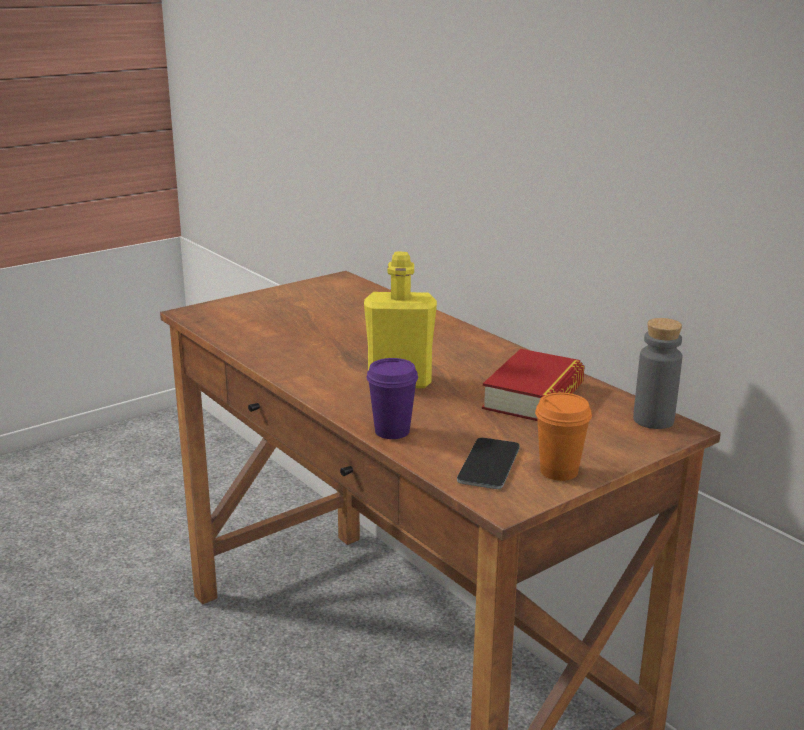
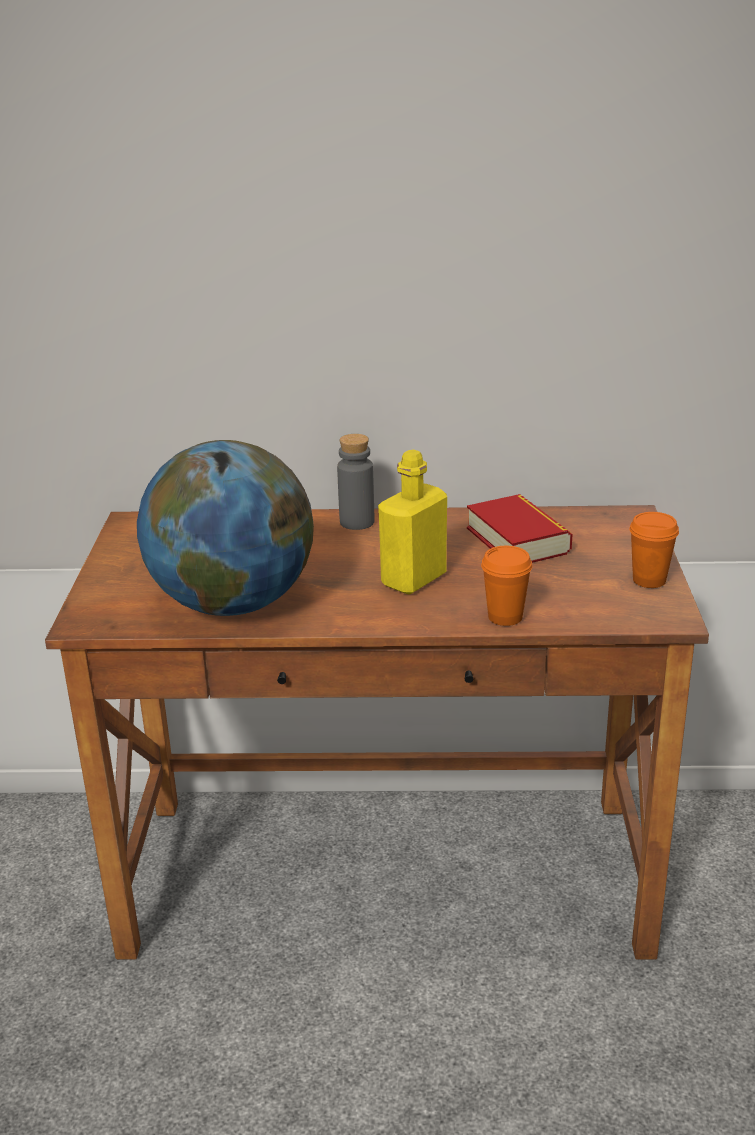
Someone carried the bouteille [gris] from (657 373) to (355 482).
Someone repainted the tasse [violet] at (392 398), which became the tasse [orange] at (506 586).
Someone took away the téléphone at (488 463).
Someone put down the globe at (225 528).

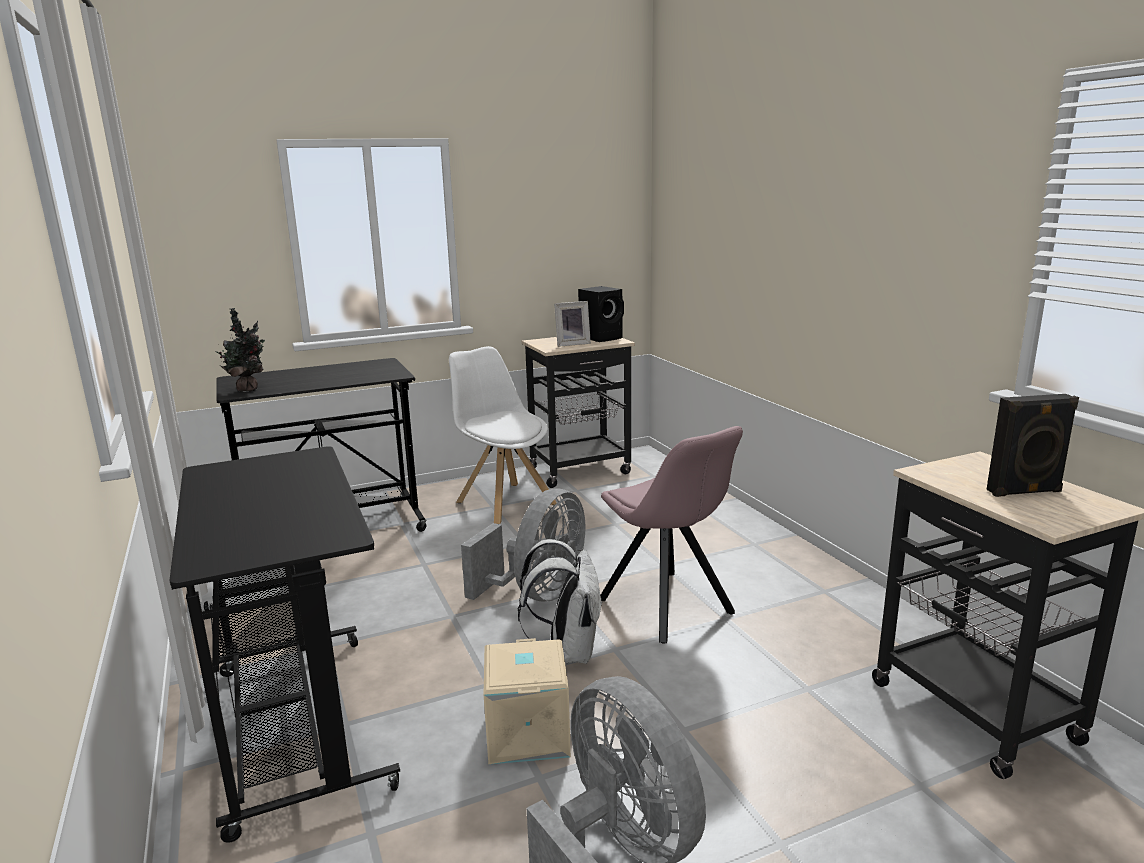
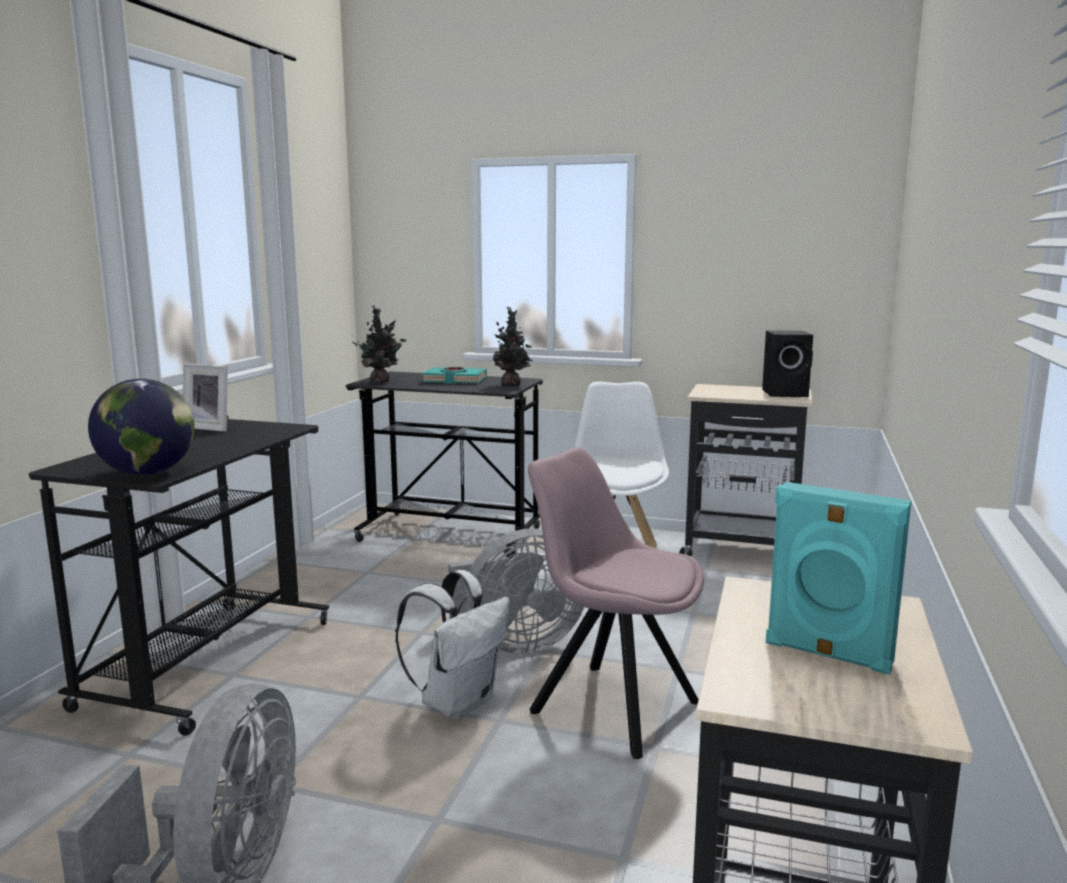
Someone carried the cadre photo from (572 324) to (206 398).
Someone repainted the enceinte [noir] at (1032 445), which became the enceinte [turquoise] at (838 578).
Someone rotated the chaise [rose] at (671 535) by 120 degrees clockwise.
Someone took away the boîte de rangement [beige] at (527 701).
Someone put down the plante en pot at (513 346).
Someone put down the livre [turquoise] at (454 375).
Someone put down the globe at (141 427).

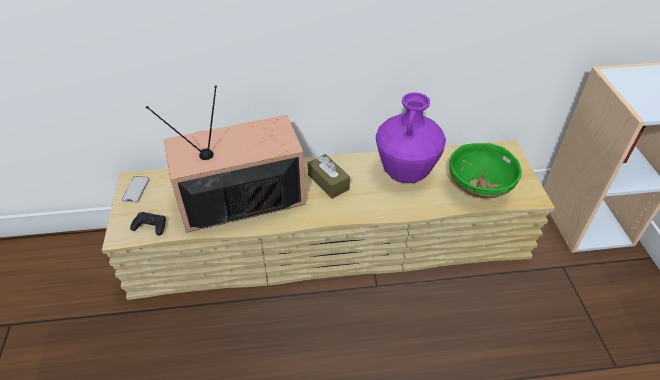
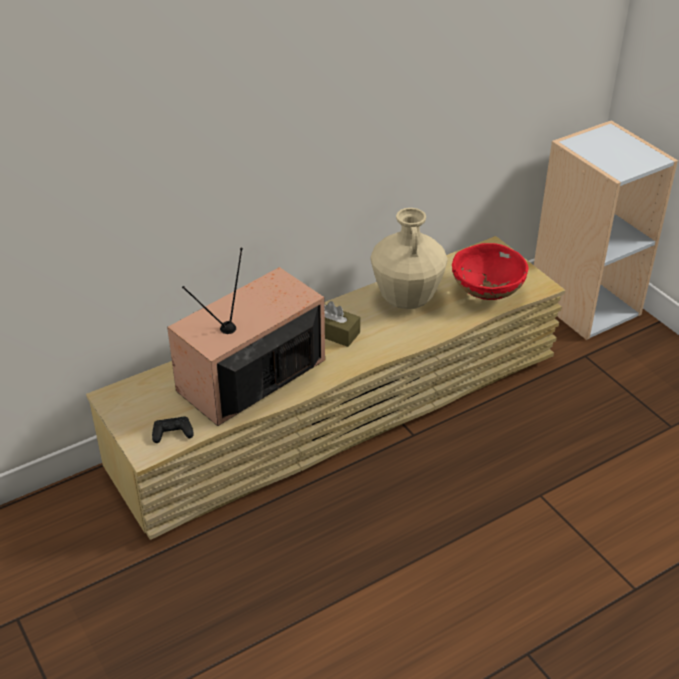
Someone repainted the vase [violet] at (411 137), which became the vase [beige] at (409 258).
Someone repainted the bol [vert] at (485 170), which became the bol [rouge] at (490 271).
Someone took away the téléphone at (135 189).

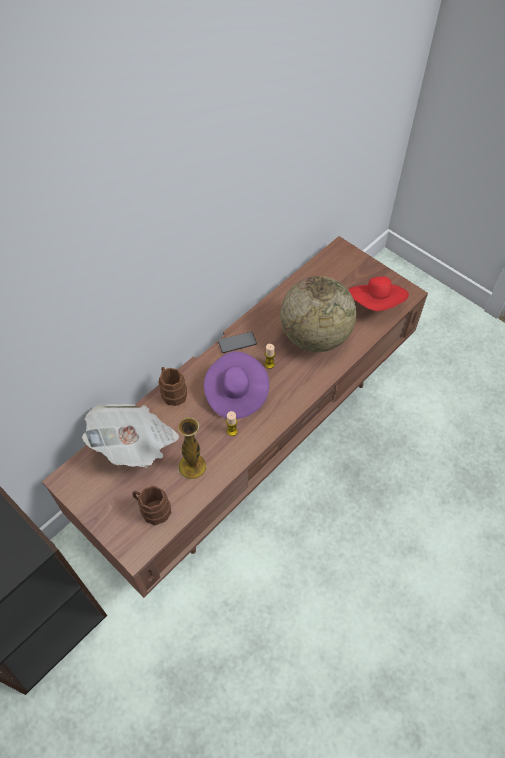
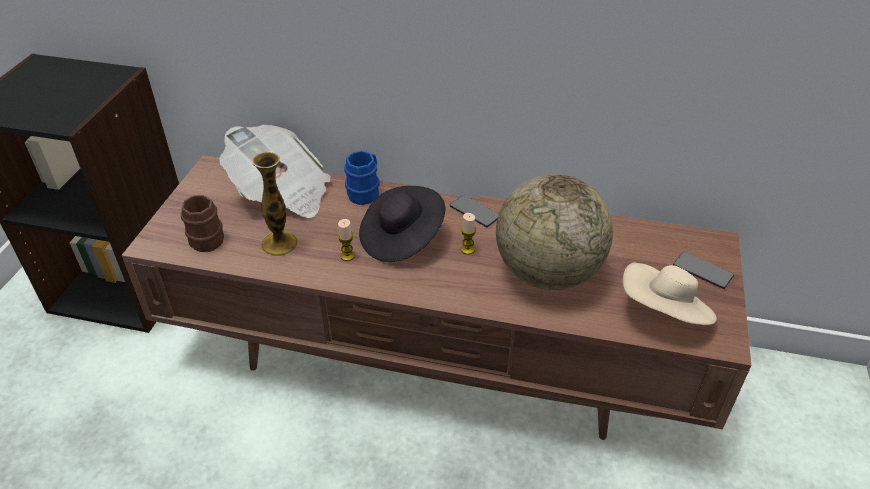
Someone repainted the chapeau [rouge] at (379 293), which became the chapeau [beige] at (670 294).
Someone repainted the chapeau [violet] at (236 385), which became the chapeau [noir] at (402 224).
Someone repainted the mug [marron] at (172 386), which became the mug [bleu] at (362 178).
Someone put down the téléphone at (703 270).

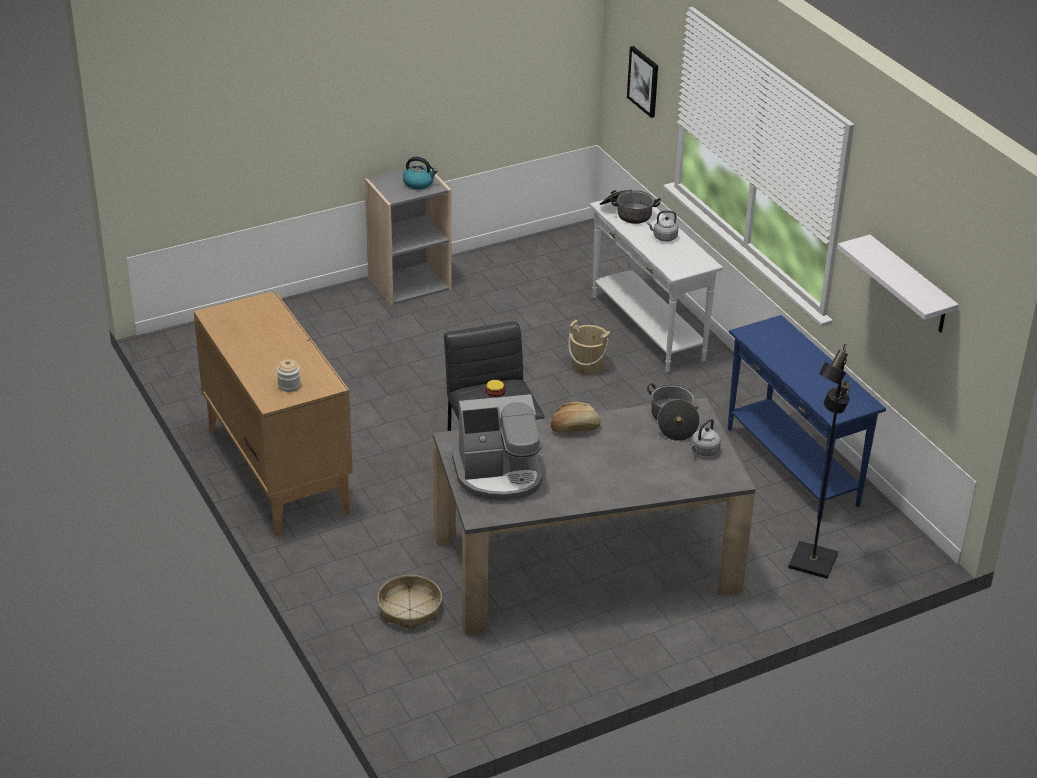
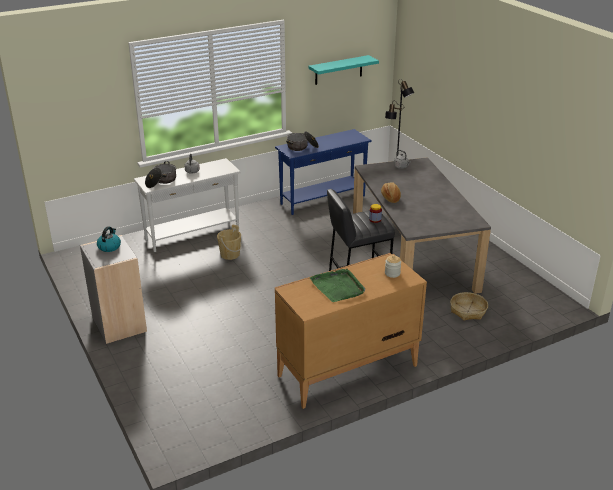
Someone took away the tableau at (642 82).
Someone repainted the étagère [blanc] at (898 284), which became the étagère [turquoise] at (344 70).
Someone carried the marmite from (673 412) to (302 141).
Someone took away the machine à café at (497 447).
Someone put down the plateau [vert] at (337 285).

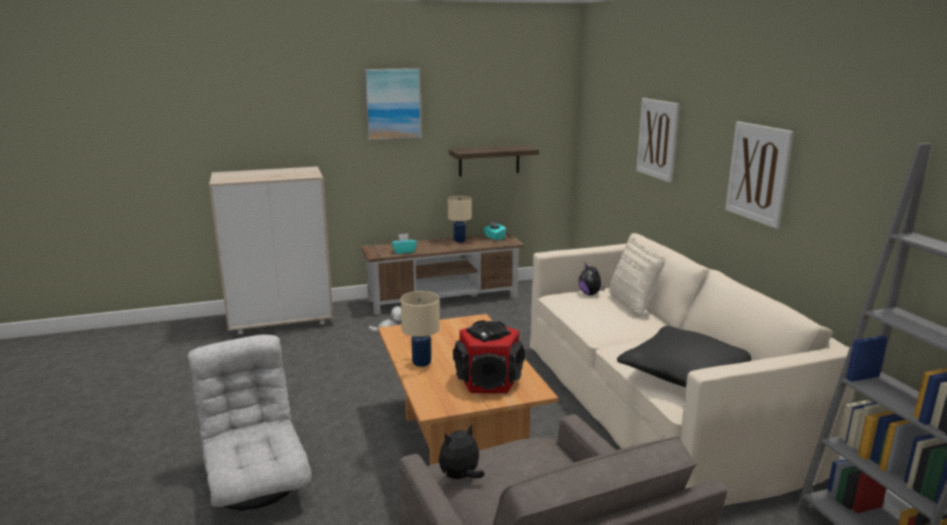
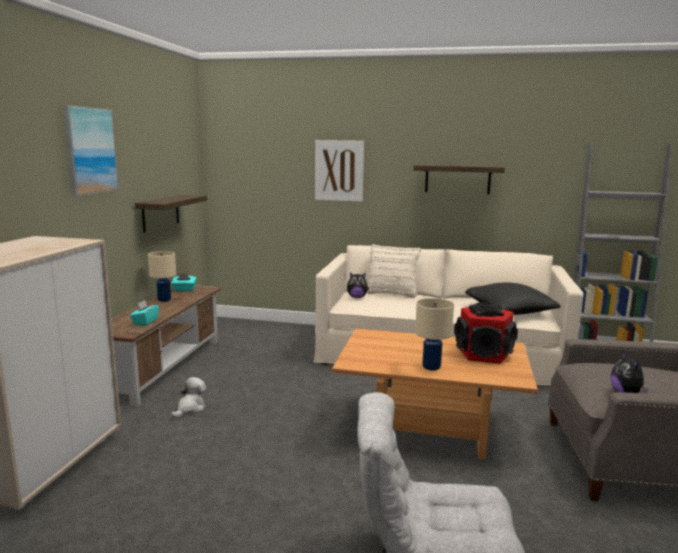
Someone swapped the tableau at (759 175) for the étagère at (459 179).

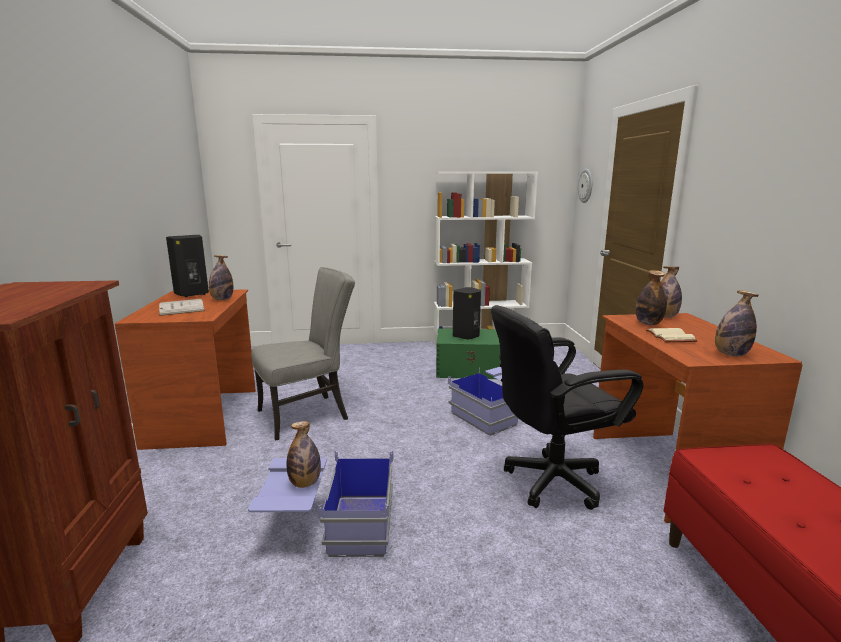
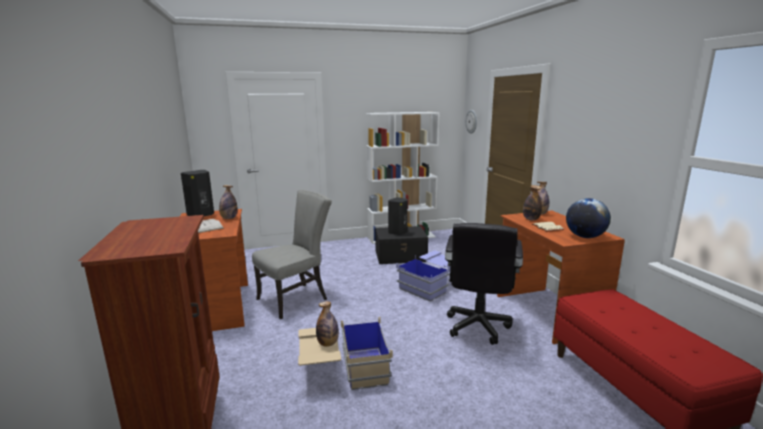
Someone swapped the bouteille at (736 323) for the globe at (588 218).
Someone rotated the chaise de bureau [noir] at (567 407) by 45 degrees counterclockwise.
Someone repainted the boîte de rangement [vert] at (468 353), which became the boîte de rangement [noir] at (401 245).
Someone repainted the boîte de rangement [bleu] at (320 504), which became the boîte de rangement [beige] at (345 353).

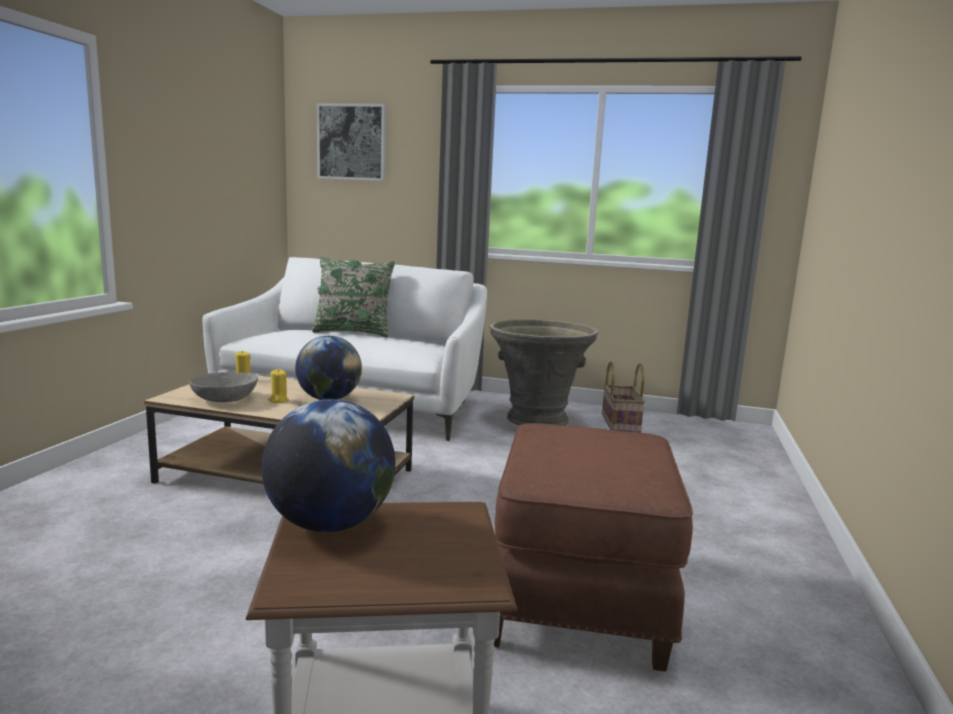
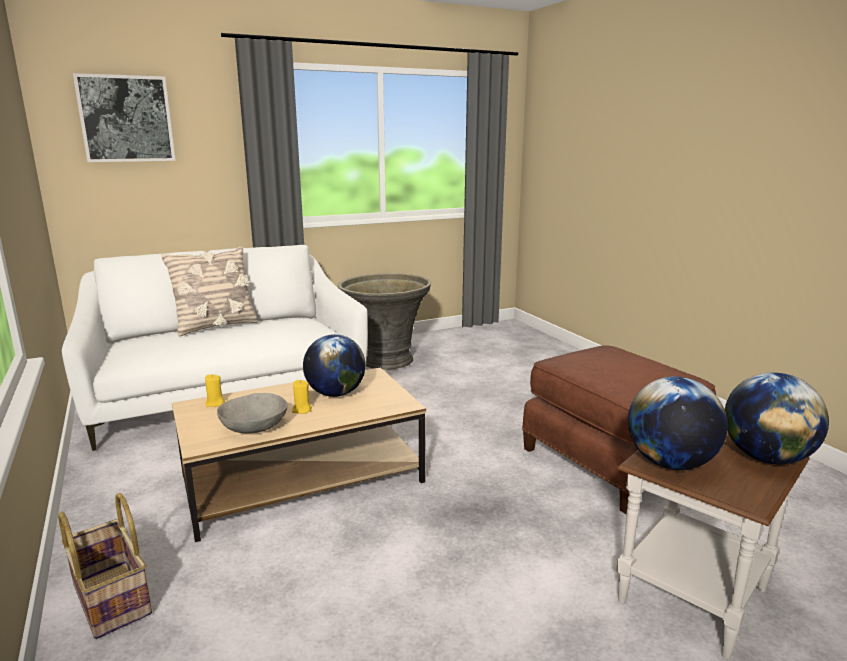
Someone repainted the coussin [vert] at (353 297), which became the coussin [beige] at (210 291).
Someone carried the panier from (623 397) to (105 566).
Someone put down the globe at (777 418).

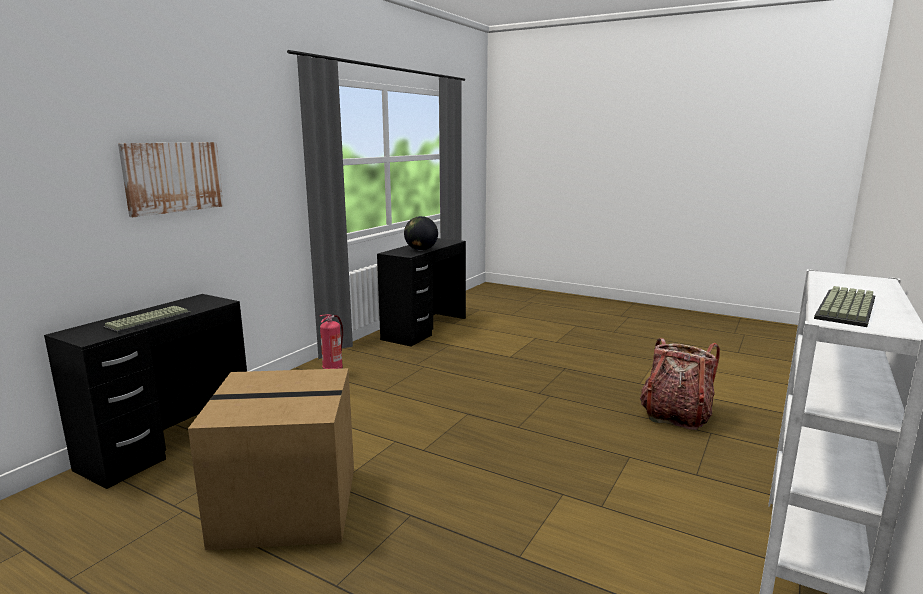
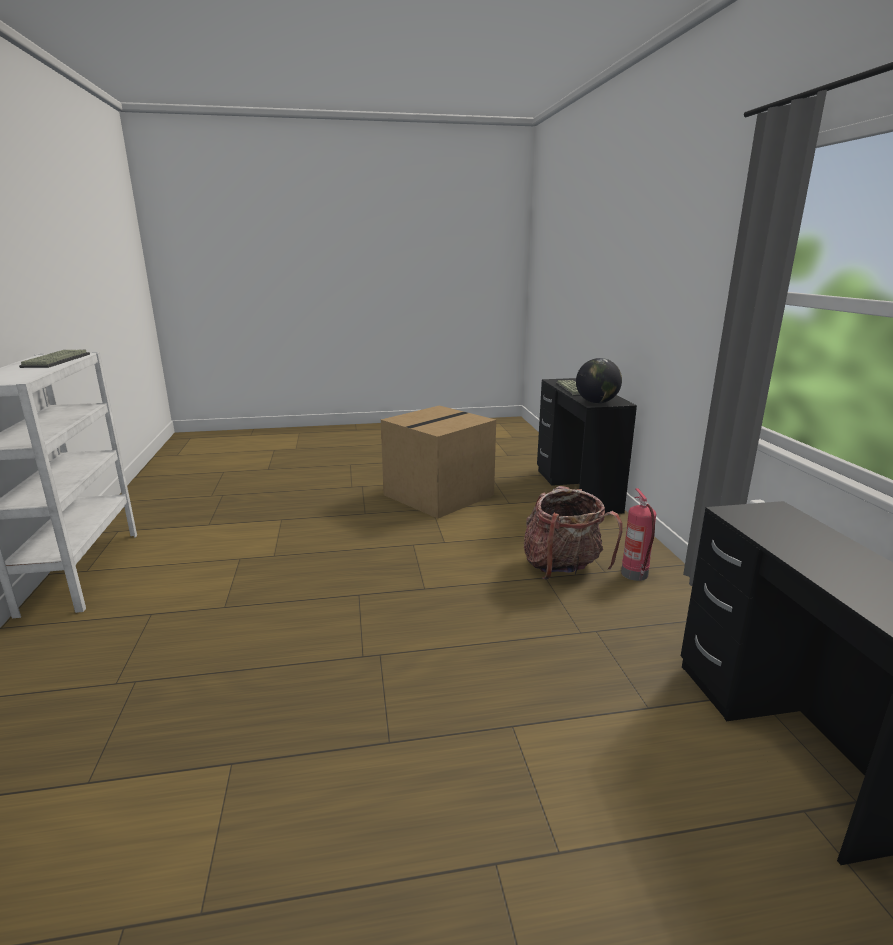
Someone took away the tableau at (171 179).
Someone carried the globe from (421 233) to (599 380).
Someone carried the sac à dos from (680 384) to (573 532).

